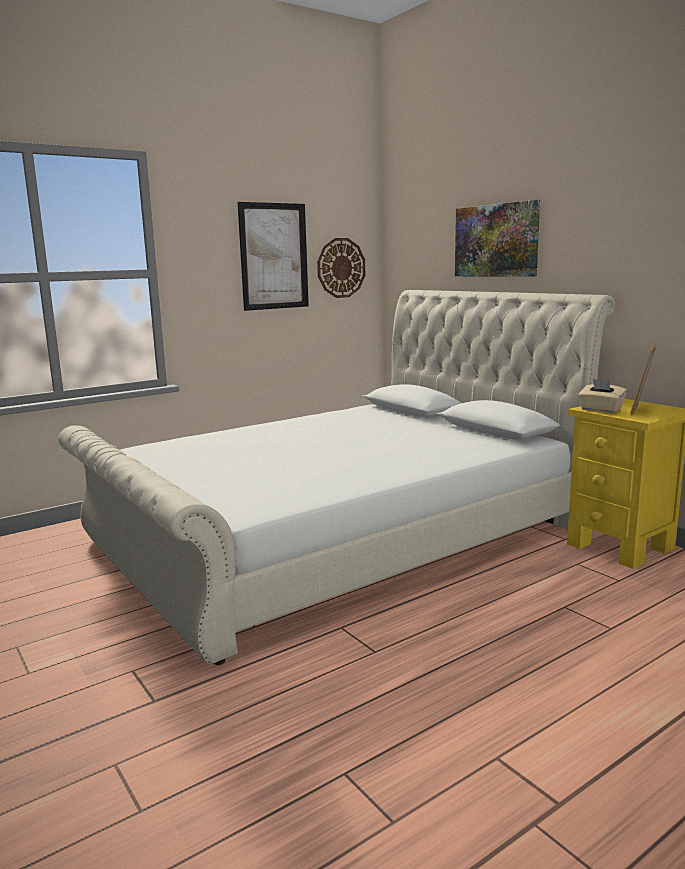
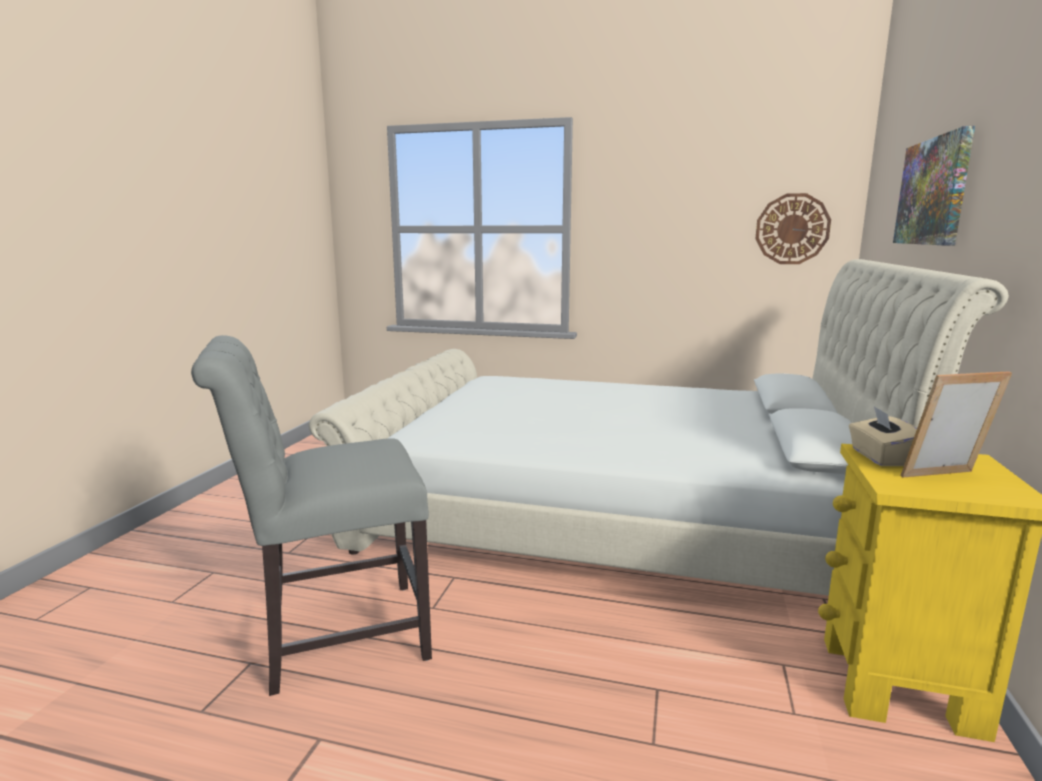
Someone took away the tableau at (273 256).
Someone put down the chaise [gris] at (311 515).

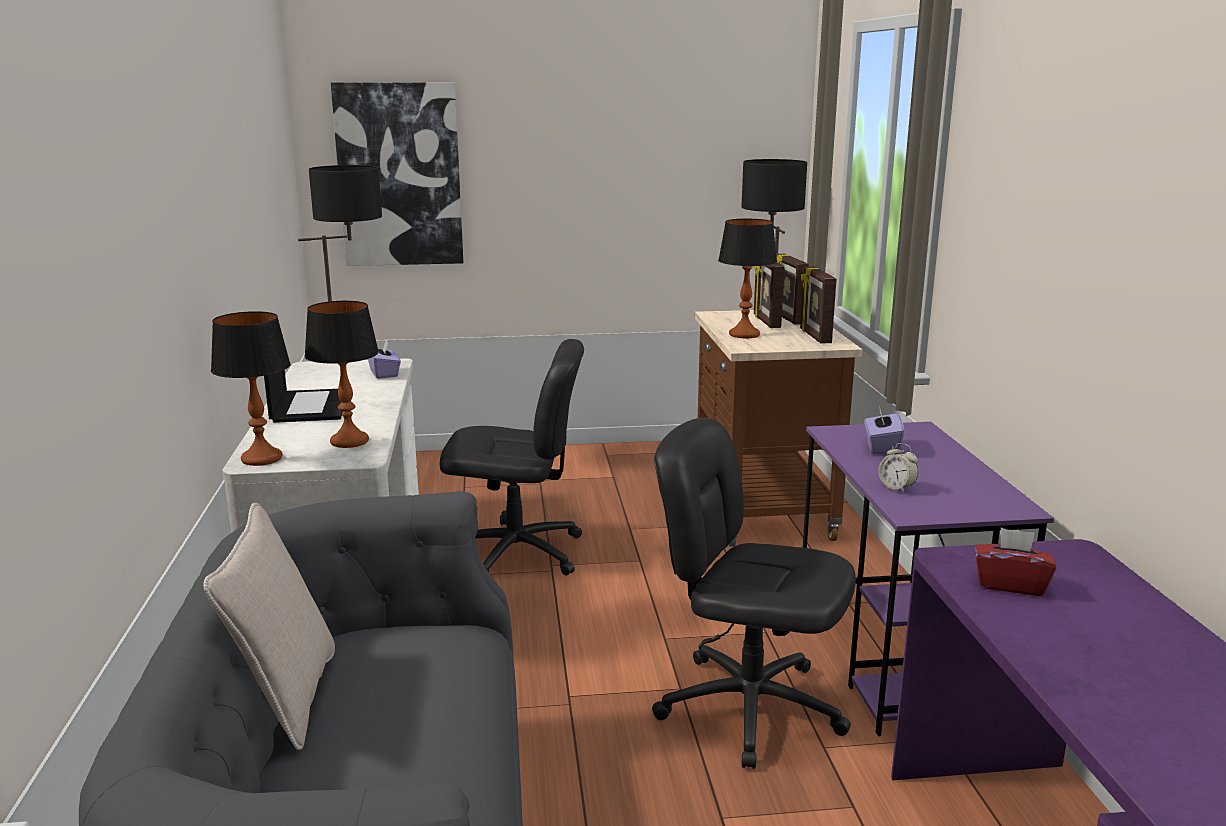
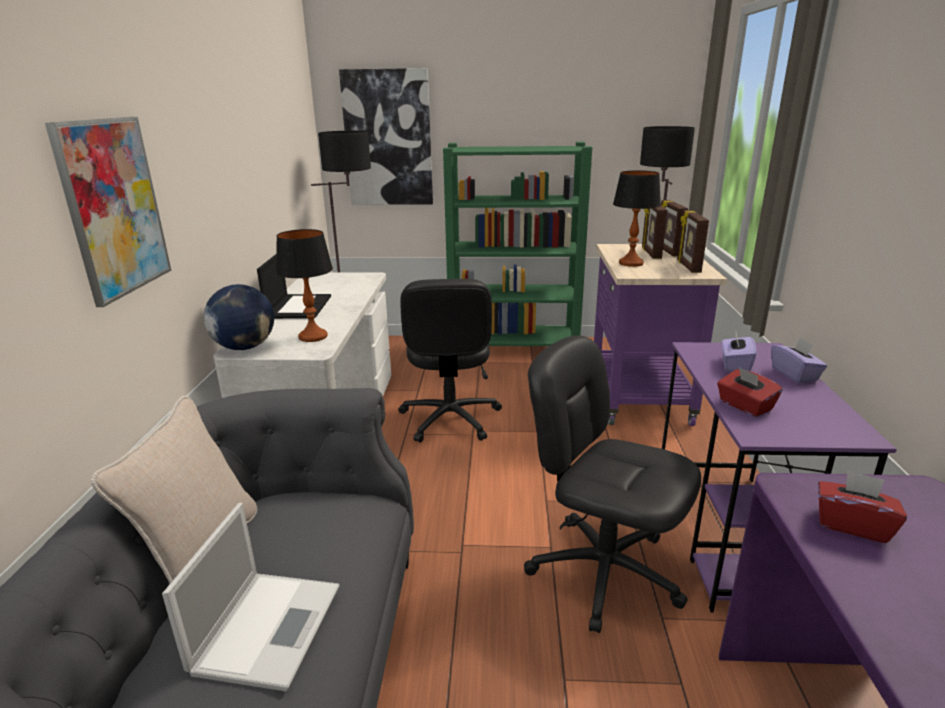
Someone repainted the chariot [marron] at (778 428), which became the chariot [violet] at (660 335).
Someone swapped the lampe de table at (251 388) for the globe at (239 317).
Someone rotated the chaise de bureau [noir] at (512 457) by 75 degrees clockwise.
Someone carried the boîte à mouchoirs [violet] from (384 359) to (799 360).
Someone swapped the réveil at (898 468) for the boîte à mouchoirs [rouge] at (750 392).
Someone put up the tableau at (108 212).
Someone put down the bibliothèque [vert] at (517 244).
Someone put down the ordinateur portable at (250 597).

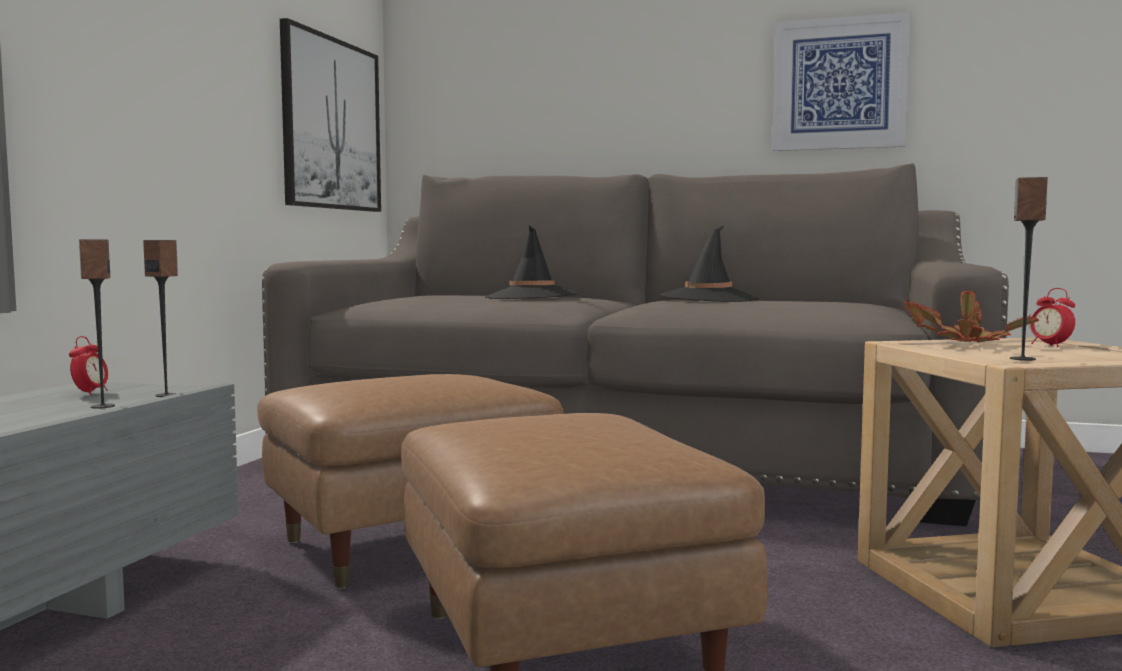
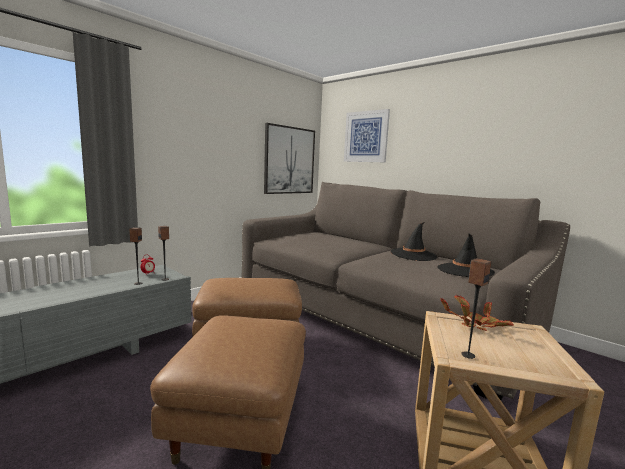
Someone carried the tableau from (841 81) to (367 135).
Someone carried the chapeau [noir] from (532 262) to (466 255).
Someone took away the réveil at (1052 317).

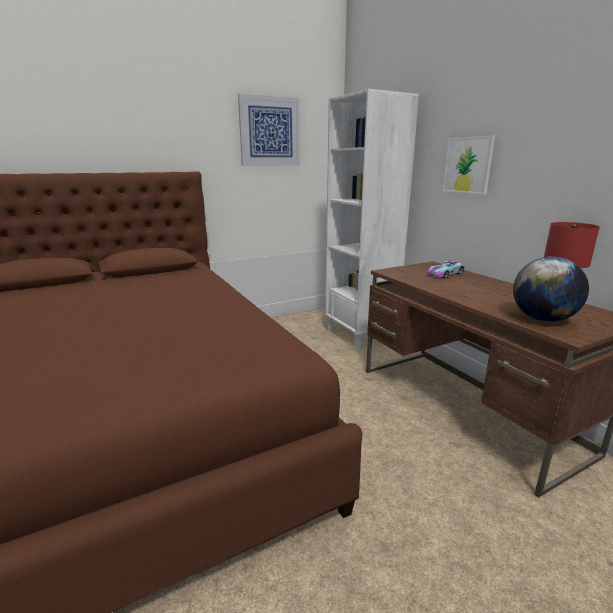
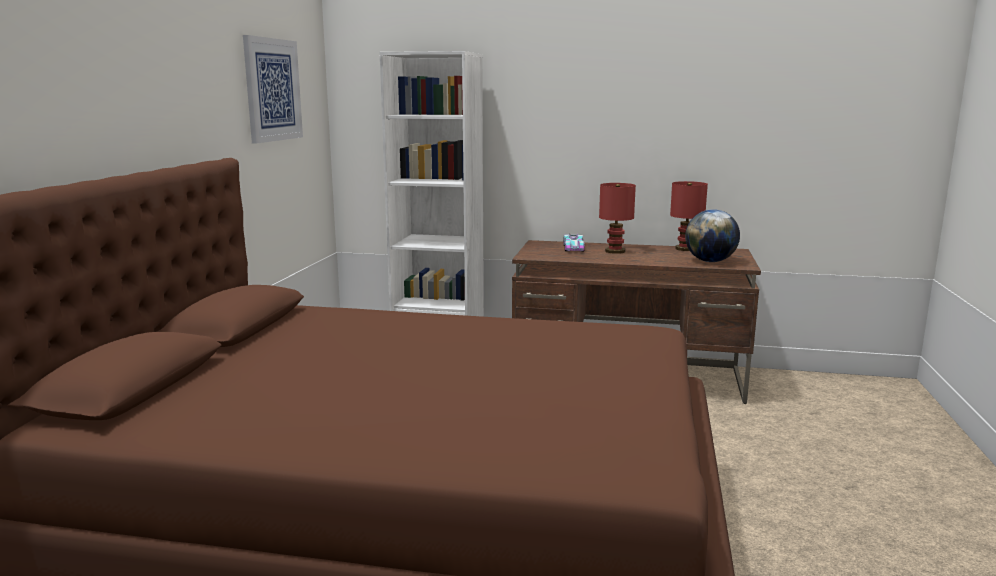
Someone took away the tableau at (469 165).
Someone put down the lampe de table [rouge] at (617 218).

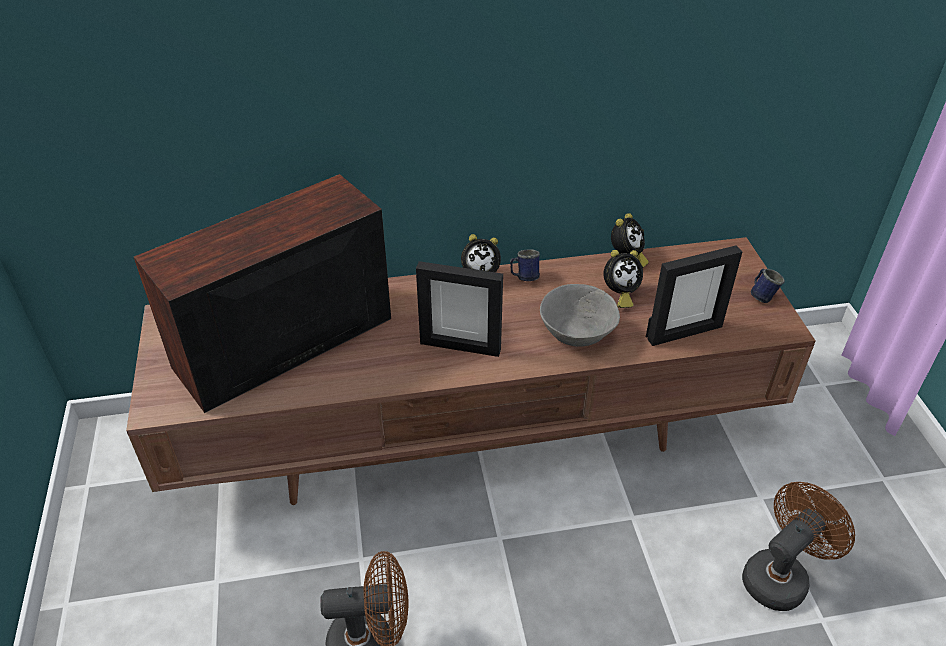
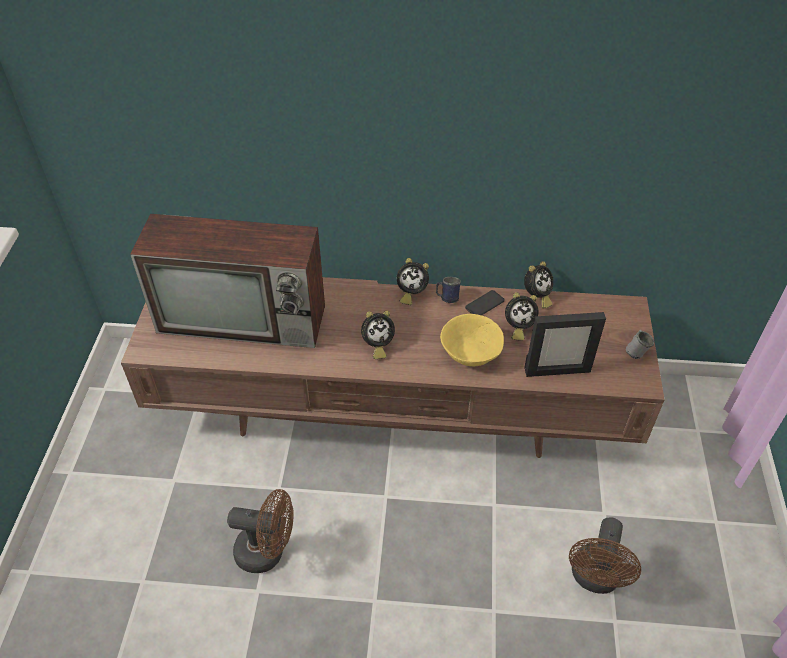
Someone rotated the téléviseur at (262 293) by 150 degrees counterclockwise.
Someone swapped the cadre photo at (459 309) for the réveil at (378 334).
Someone repainted the mug [bleu] at (768 285), which became the mug [gris] at (640 344).
Someone repainted the bol [gris] at (580 315), which became the bol [jaune] at (472 340).
Someone rotated the ventilateur [marron] at (798 546) by 135 degrees clockwise.
Someone put down the téléphone at (485 302).

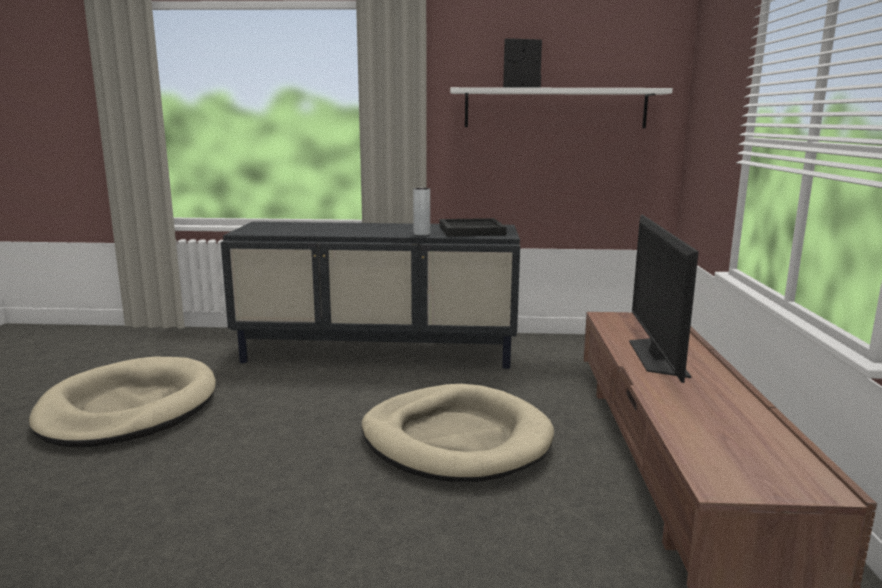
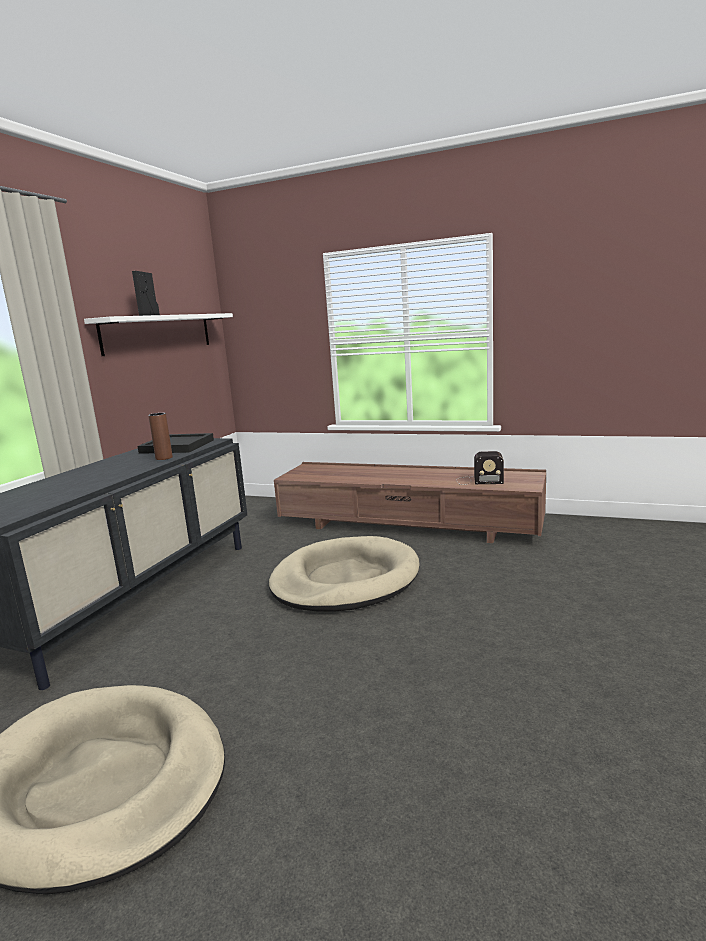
Someone repainted the vase [gris] at (421 212), which became the vase [marron] at (160 436).
Someone took away the téléviseur at (664 299).
Someone put down the radio at (480 468).

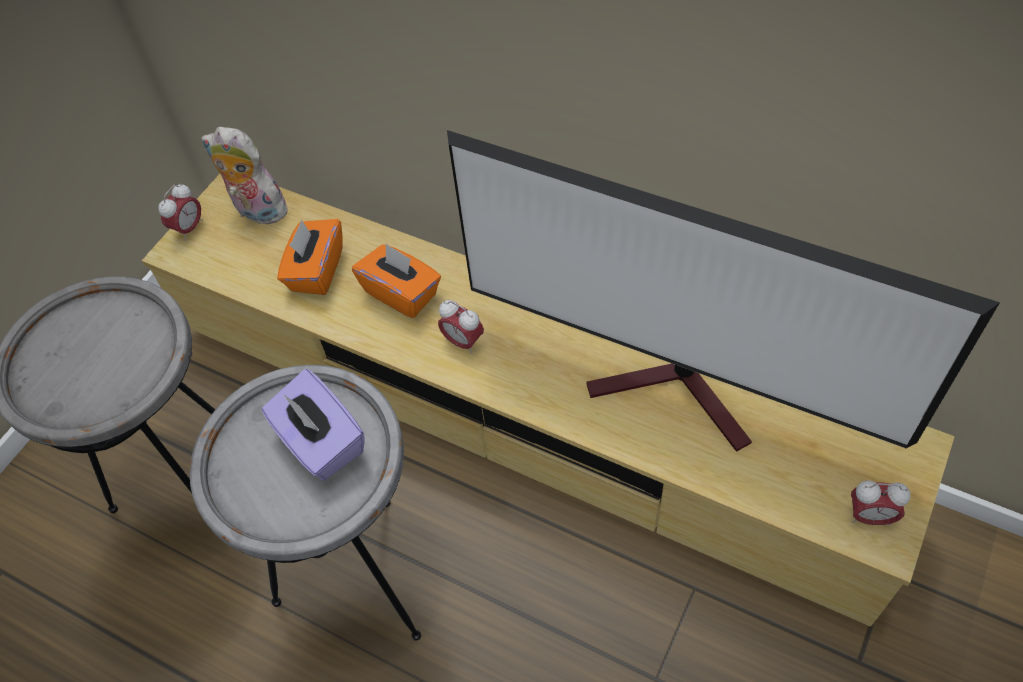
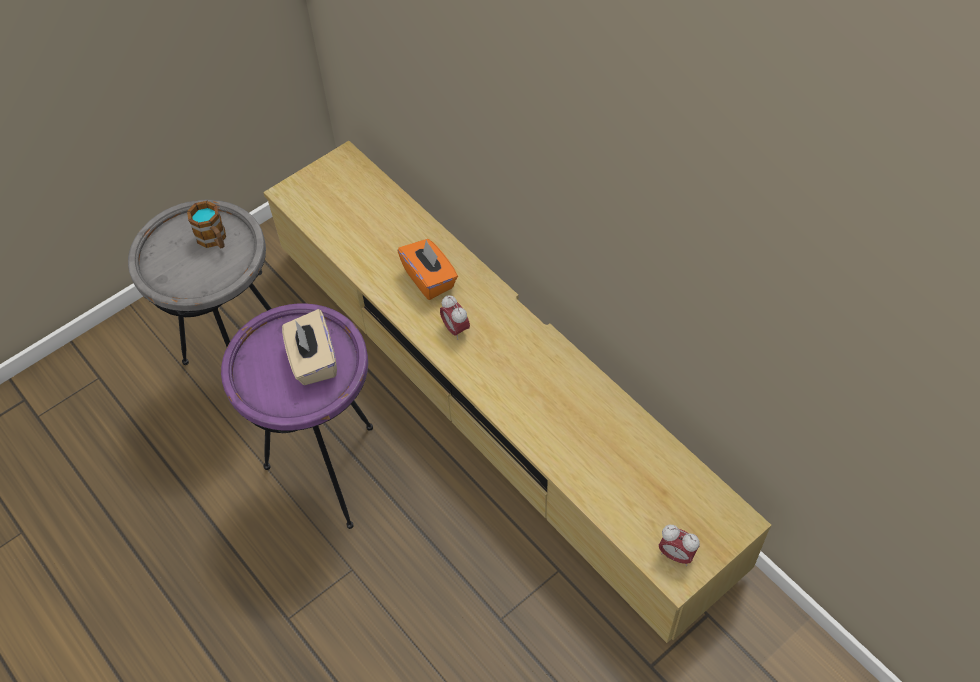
Someone took away the peluche at (244 175).
Someone took away the téléviseur at (723 291).
Someone took away the réveil at (180 211).
Someone took away the boîte à mouchoirs [orange] at (310 257).
Someone repainted the table d'appoint [gris] at (305 503), which became the table d'appoint [violet] at (297 416).
Someone repainted the boîte à mouchoirs [violet] at (313 425), which became the boîte à mouchoirs [beige] at (309 347).
Someone put down the mug at (206 224).

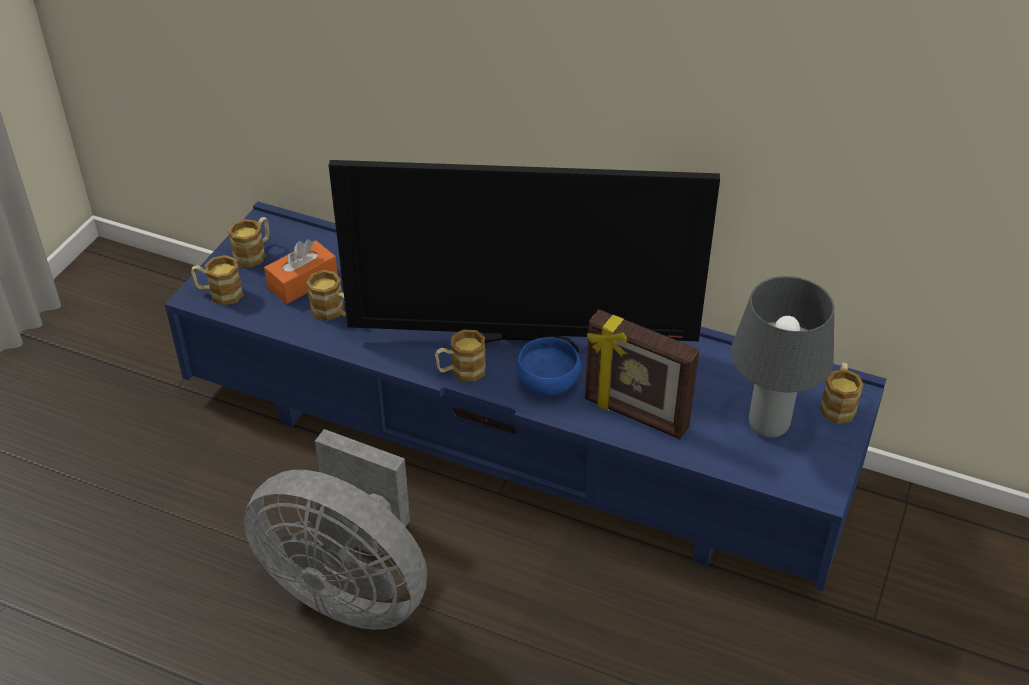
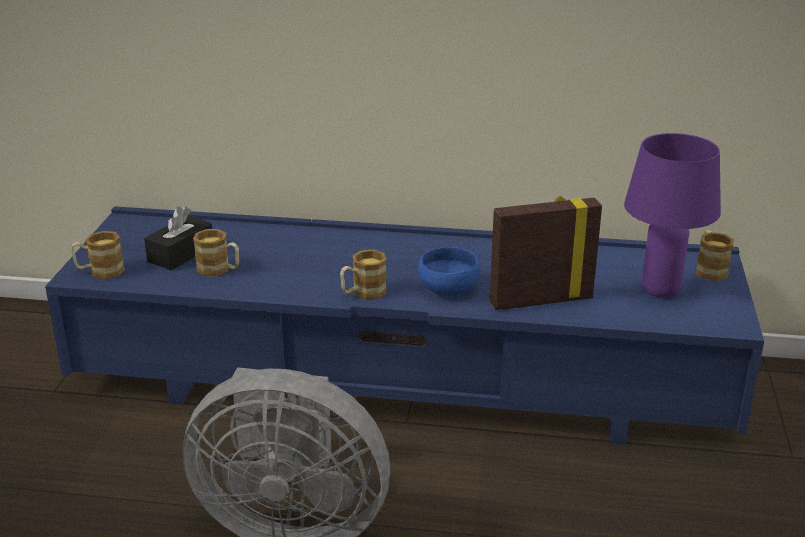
Someone took away the téléviseur at (524 256).
Someone took away the mug at (248 242).
Someone repainted the boîte à mouchoirs [orange] at (301 271), which became the boîte à mouchoirs [noir] at (178 238).
Someone repainted the lampe de table [gris] at (782 357), which became the lampe de table [violet] at (672 215).
Someone rotated the cadre photo at (642 374) by 150 degrees clockwise.

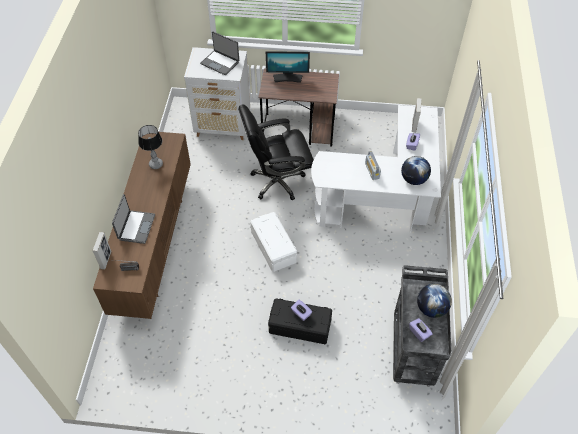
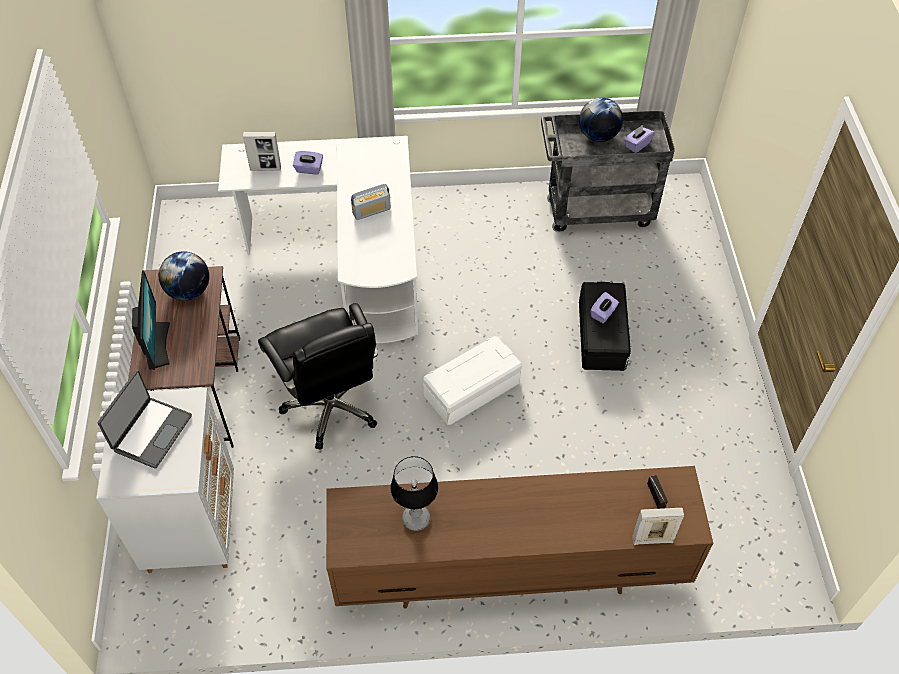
Someone carried the globe from (416 170) to (184 276).
Someone took away the ordinateur portable at (133 219).

